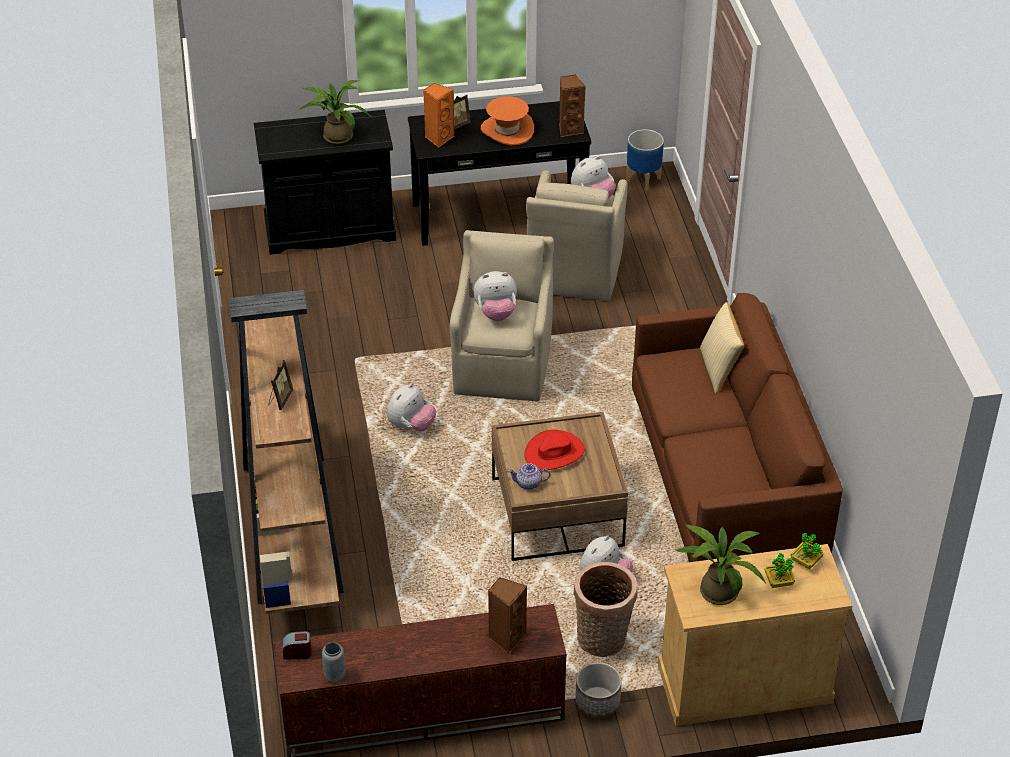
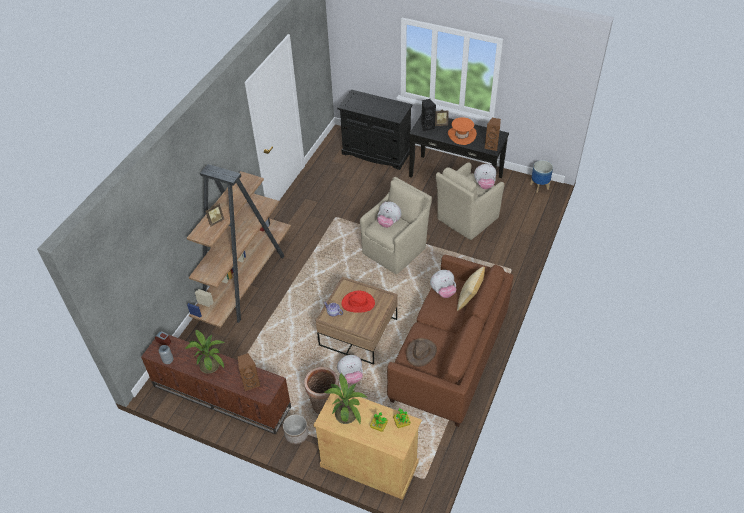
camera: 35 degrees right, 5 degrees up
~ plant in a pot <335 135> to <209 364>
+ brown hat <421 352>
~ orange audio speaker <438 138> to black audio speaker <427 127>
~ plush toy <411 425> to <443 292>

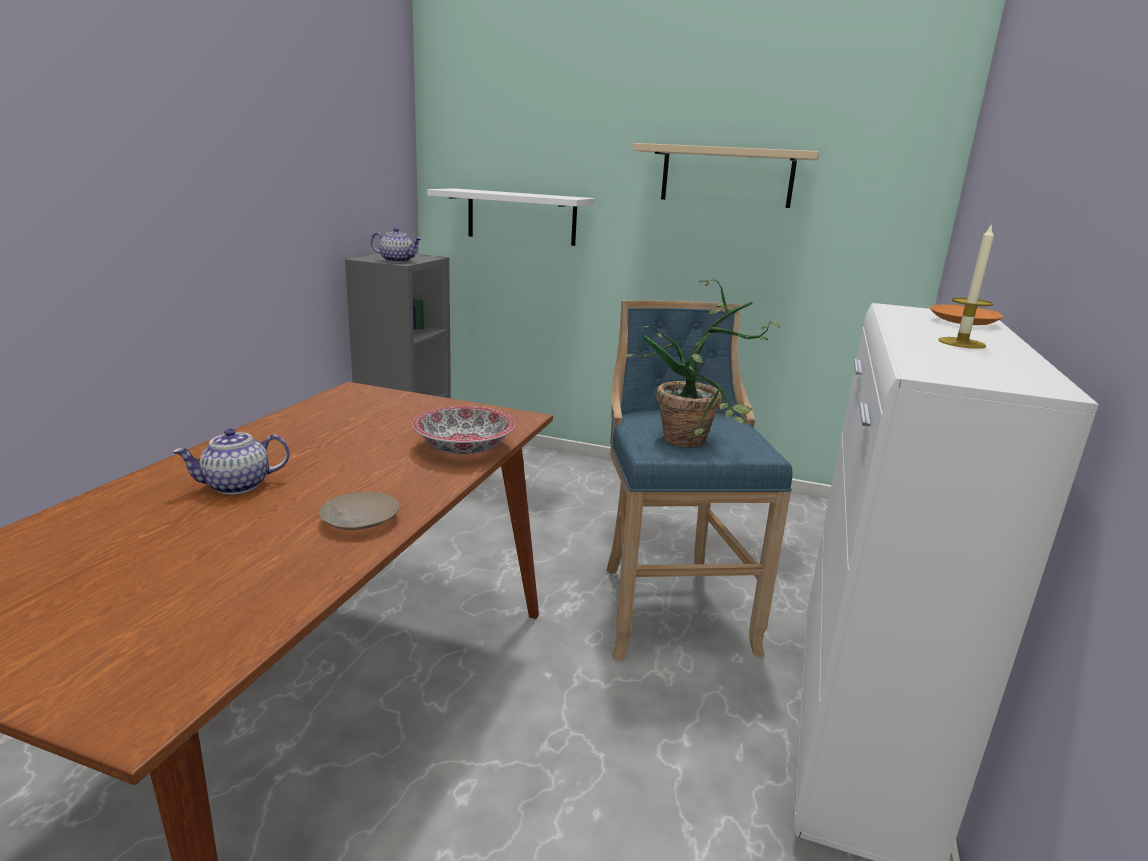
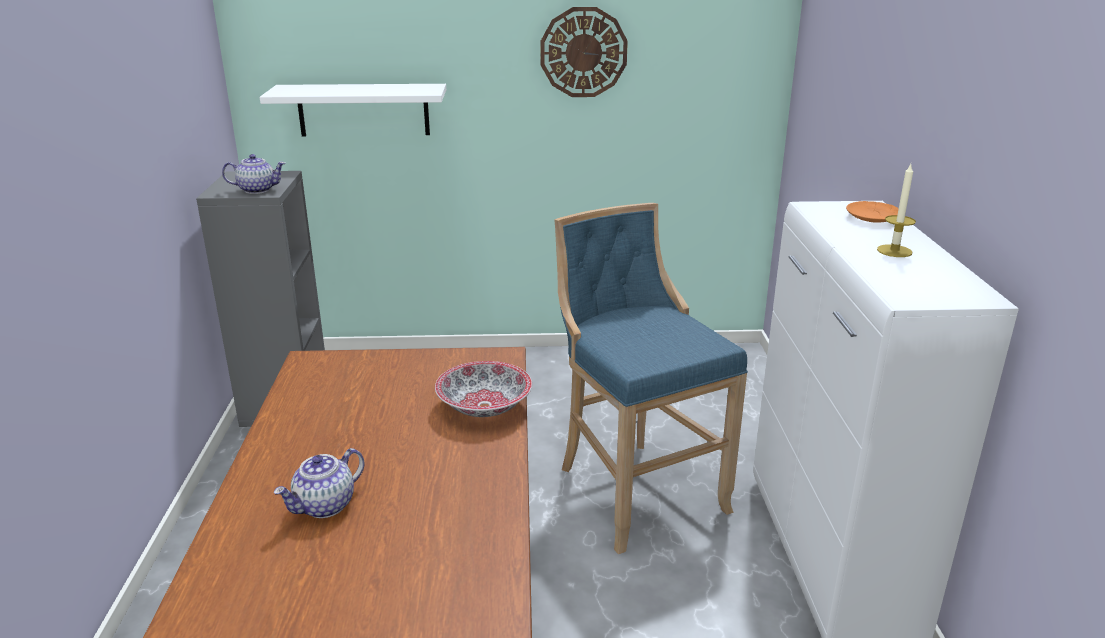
camera: 20 degrees left, 5 degrees up
~ beige bracket shelf <727 176> to clock on the wall <583 52>
- beige plate <359 520>
- plant in a pot <696 440>

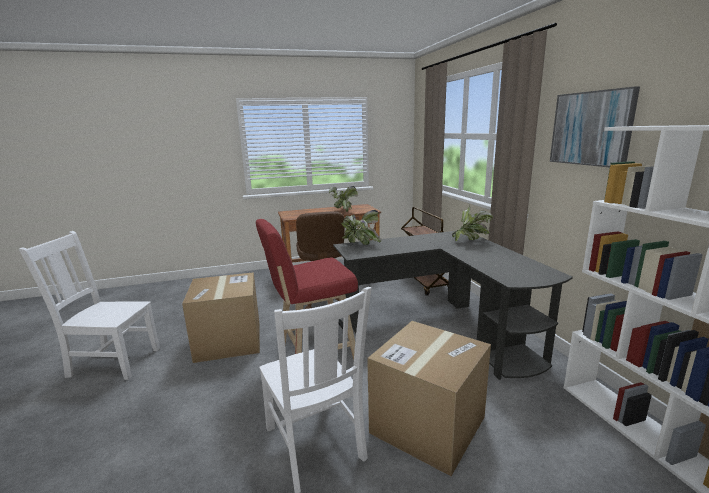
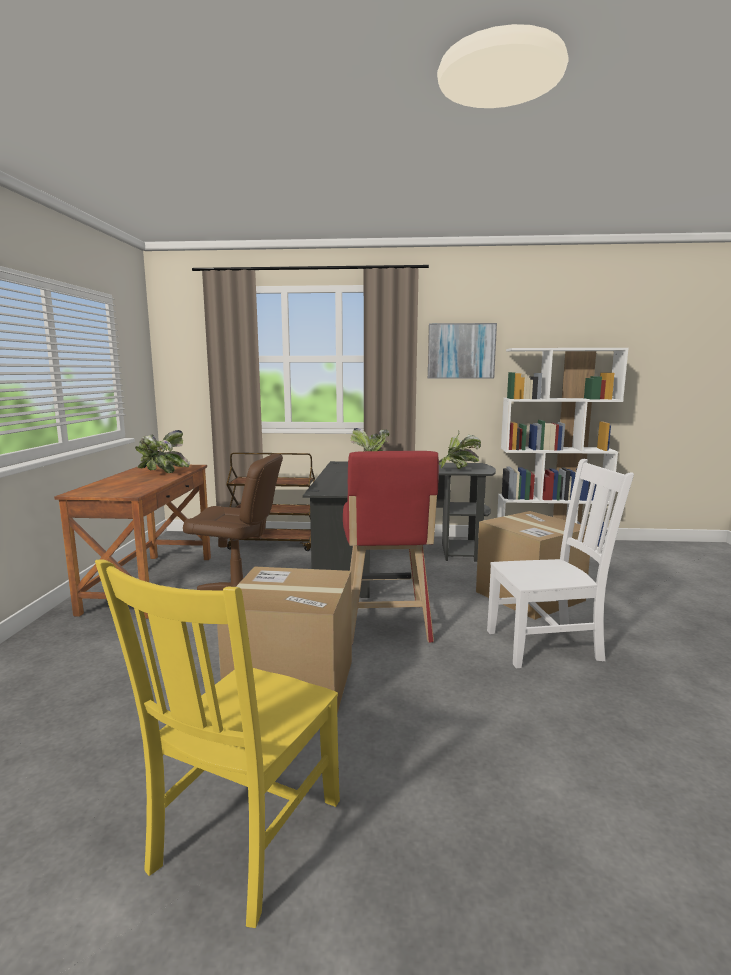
camera: 70 degrees left, 5 degrees down
~ whitish chair <112 362> to yellowish chair <244 838>
~ plant in a pot <360 245> to <459 470>

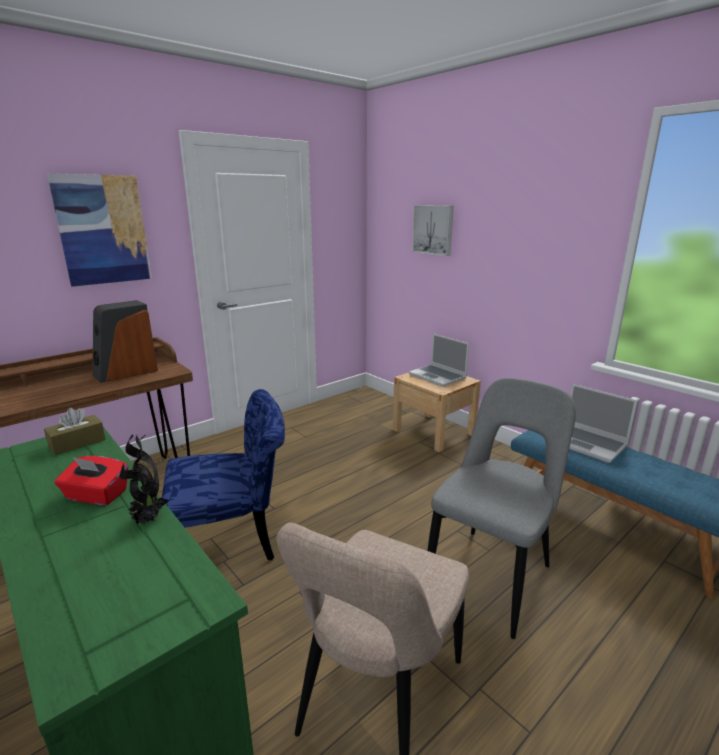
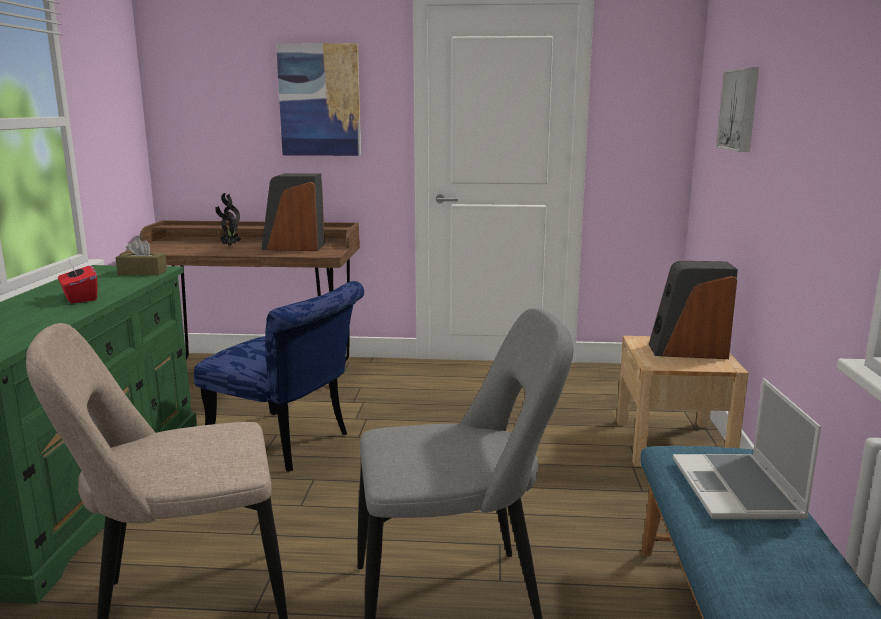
camera: 45 degrees right, 5 degrees down
~ plant in a pot <148 520> to <230 245>
~ portable computer <438 376> to audio speaker <688 351>

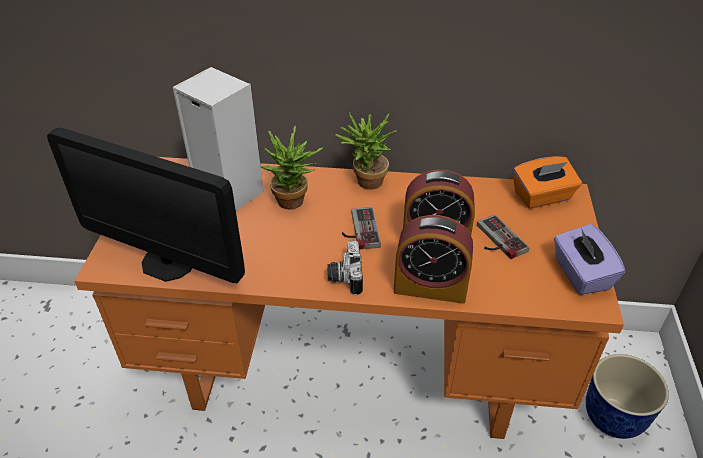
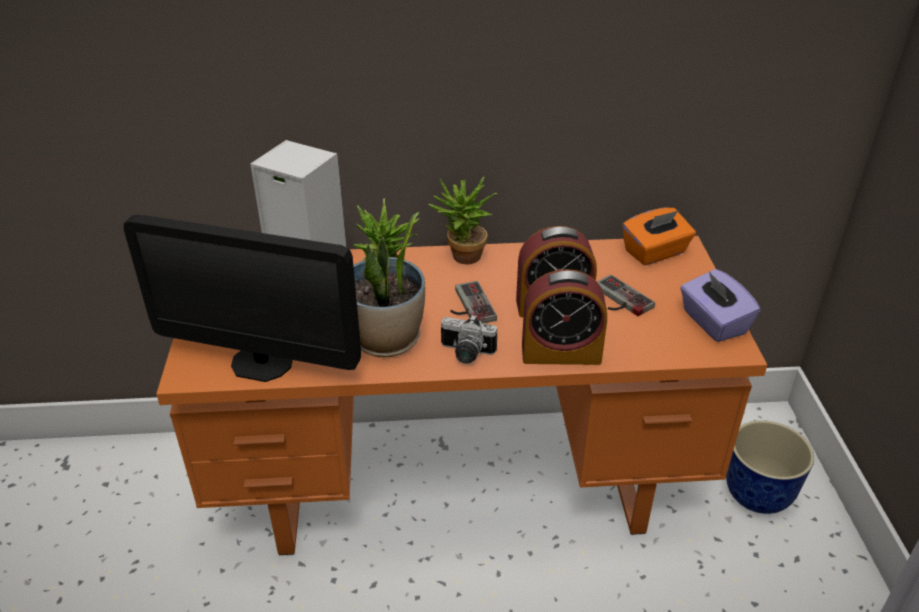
camera: 10 degrees left, 5 degrees down
+ plant in a pot <387 340>
~ still camera <344 277> = <465 354> 60 degrees counterclockwise

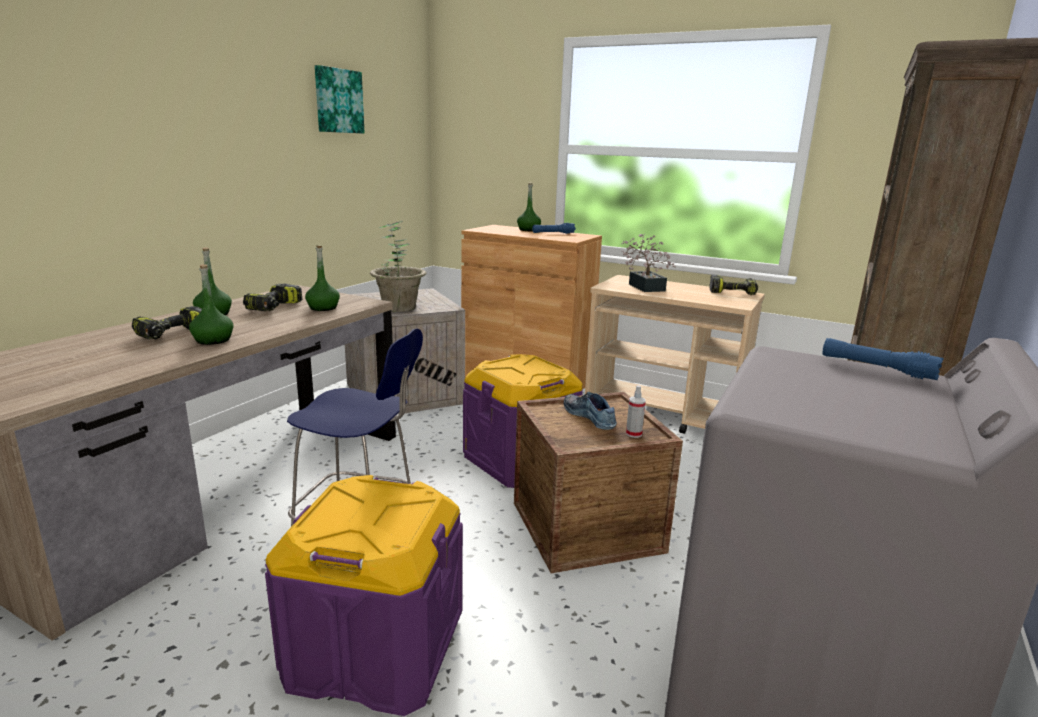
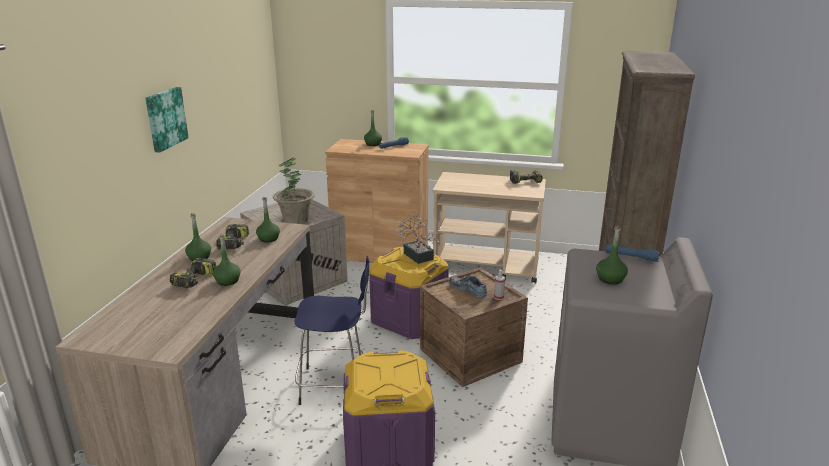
camera: 15 degrees left, 5 degrees up
~ picture <338 101> to <165 118>
~ plant in a pot <645 286> to <416 254>
+ greenish drink bottle <610 279>

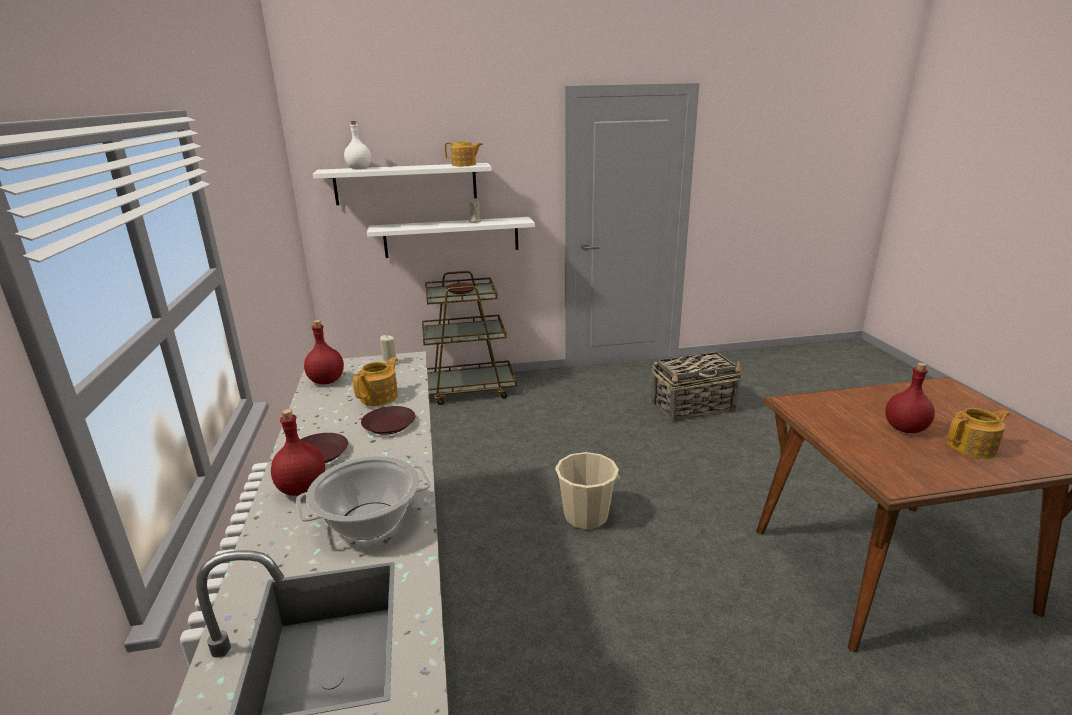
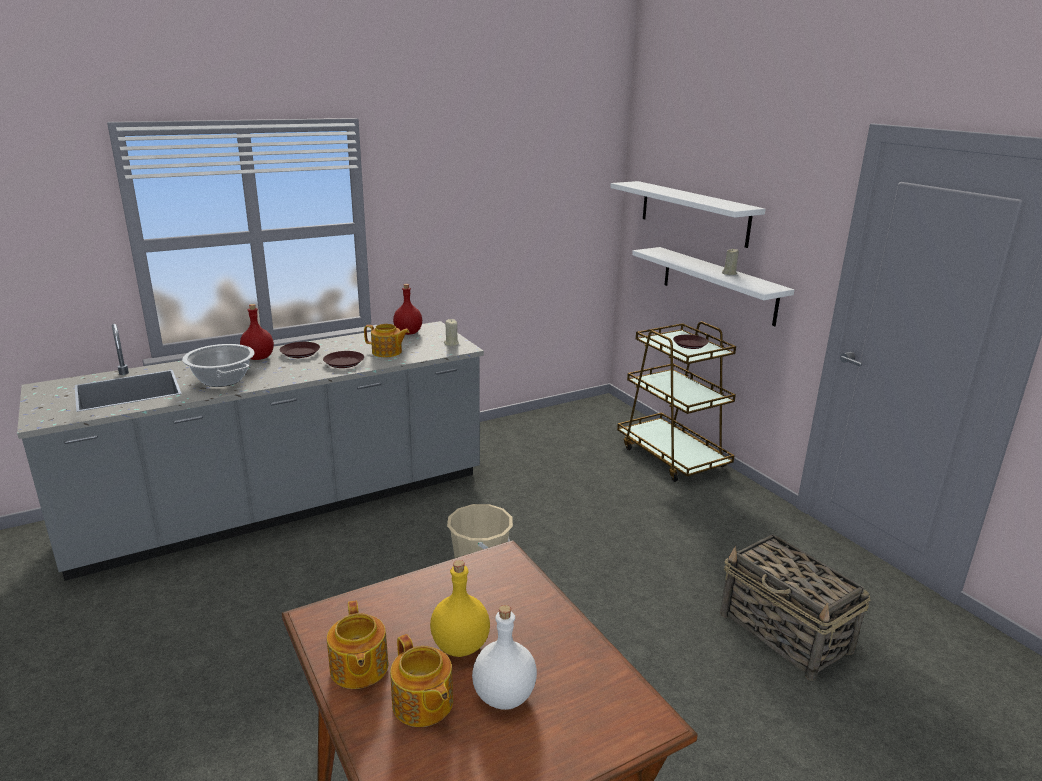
camera: 70 degrees right, 0 degrees up
~ teapot <464 165> to <358 668>
~ red-coloured drink bottle <905 429> to yellowish drink bottle <459 646>
~ whitish drink bottle <358 169> to <503 695>

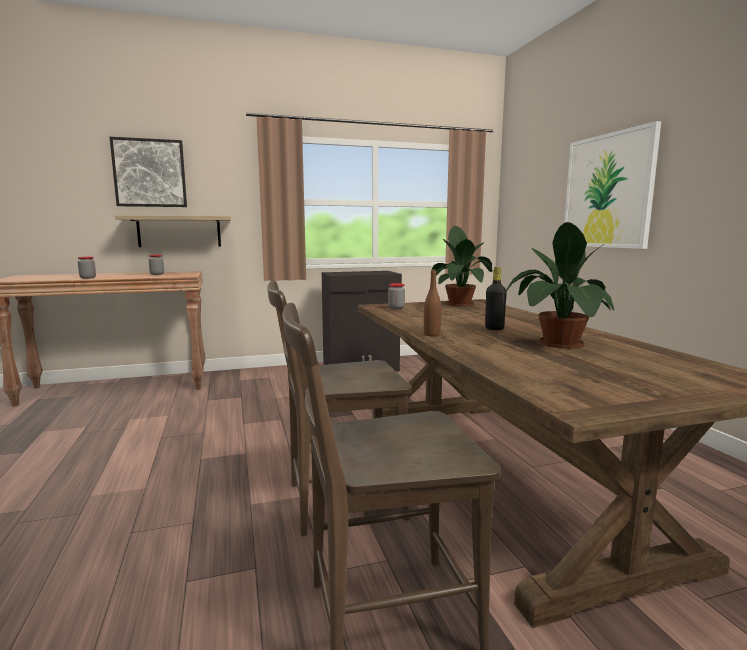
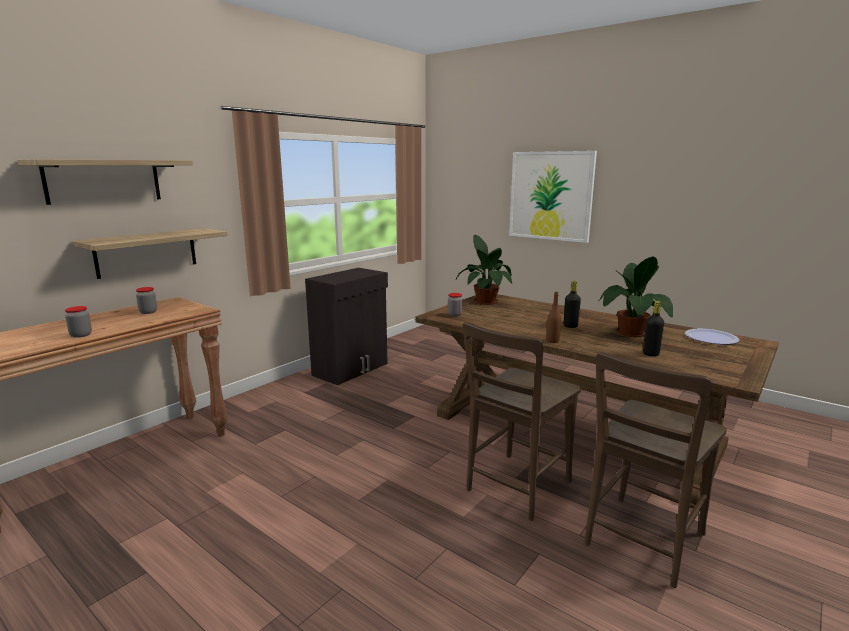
camera: 35 degrees left, 5 degrees up
~ picture <150 173> to bracket shelf <104 181>
+ black drink bottle <651 354>
+ plate <711 338>

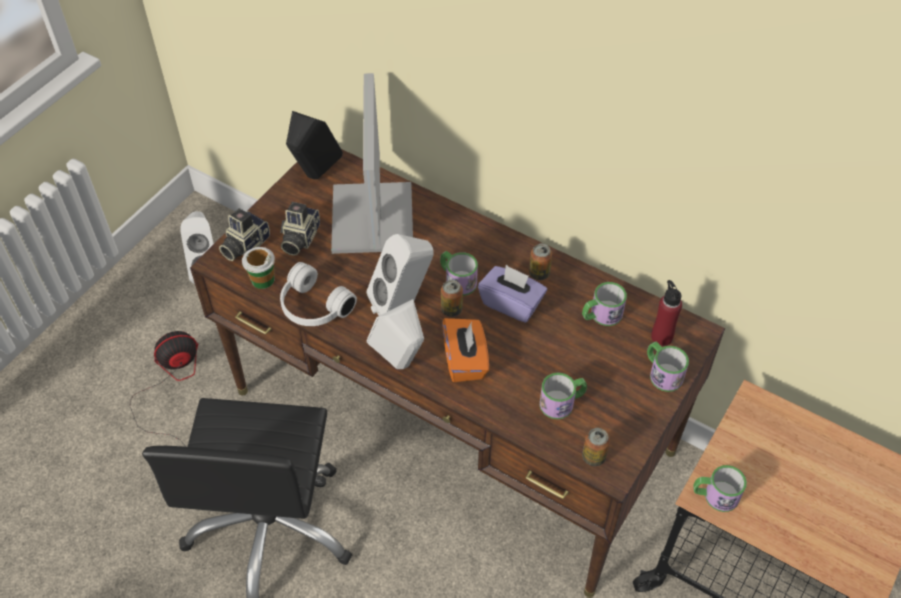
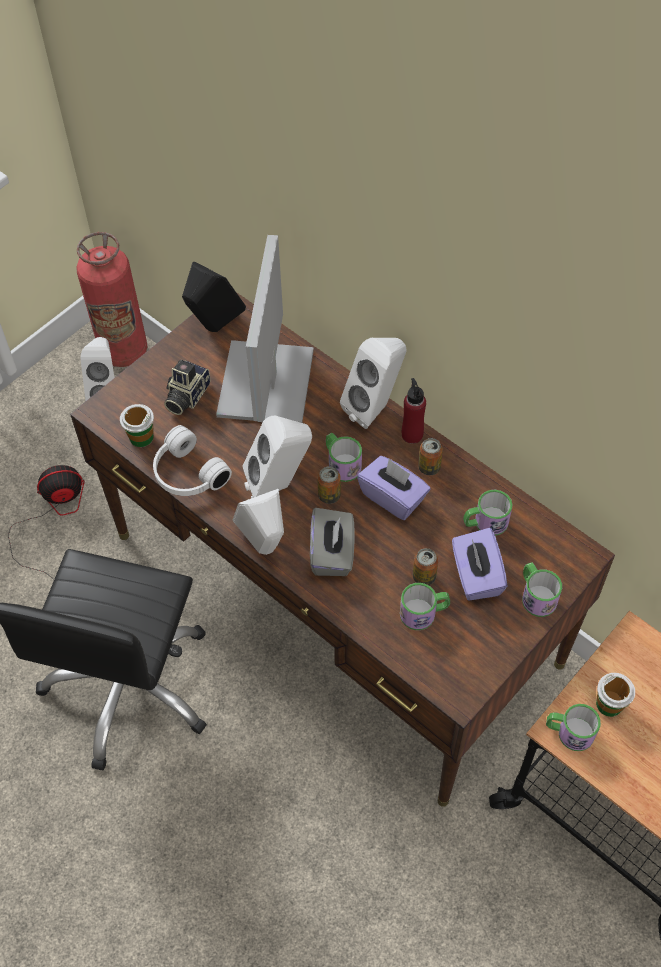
camera: 10 degrees right, 5 degrees up
+ fire extinguisher <124 351>
~ orange box of tissues <465 361> to gray box of tissues <332 553>
+ whitish audio speaker <375 408>
~ red-coloured drink bottle <661 337> to <412 434>
~ metal can <593 457> to <424 576>
+ purplish box of tissues <476 576>
+ small cup <609 704>
- still camera <244 245>

